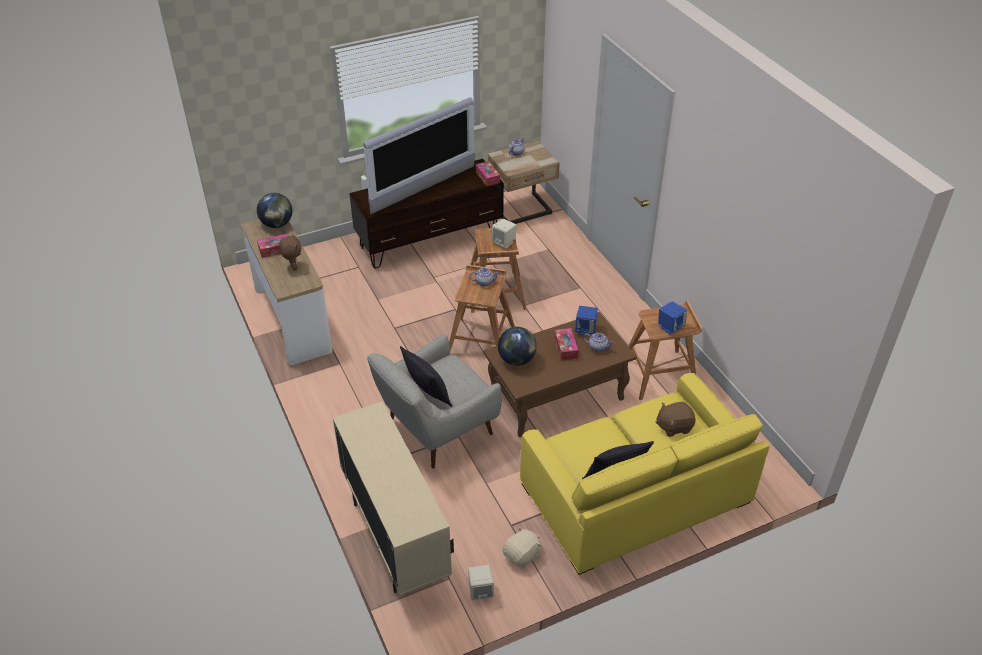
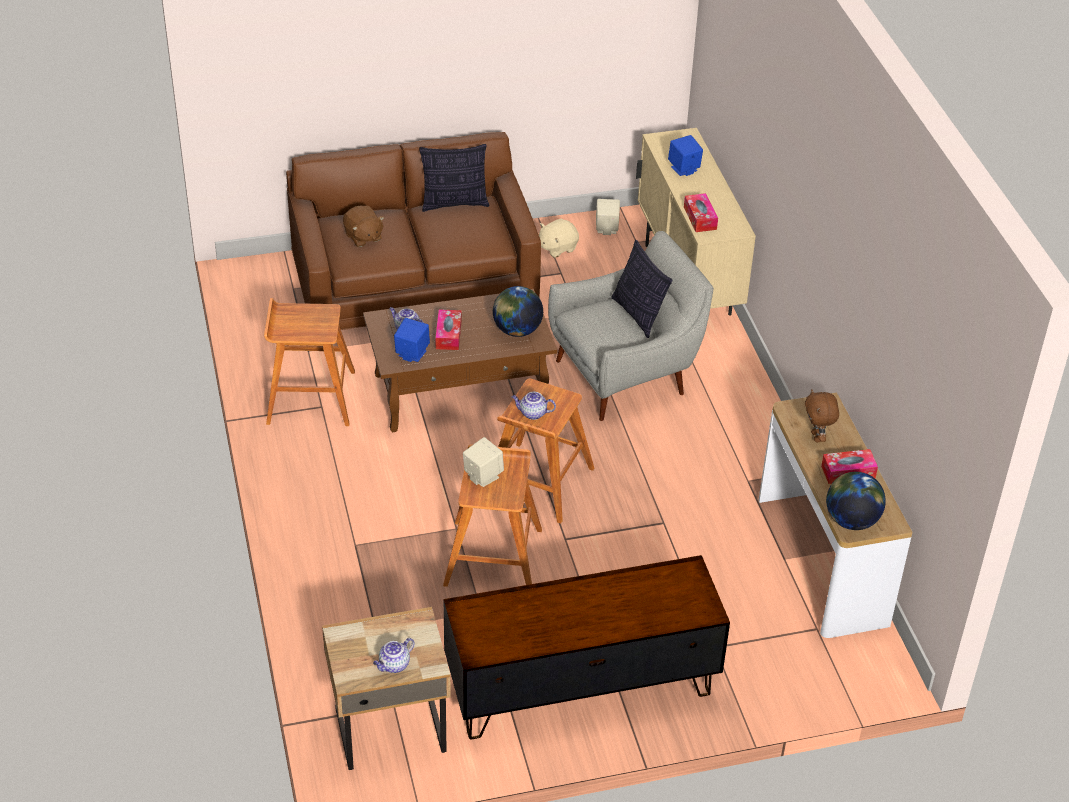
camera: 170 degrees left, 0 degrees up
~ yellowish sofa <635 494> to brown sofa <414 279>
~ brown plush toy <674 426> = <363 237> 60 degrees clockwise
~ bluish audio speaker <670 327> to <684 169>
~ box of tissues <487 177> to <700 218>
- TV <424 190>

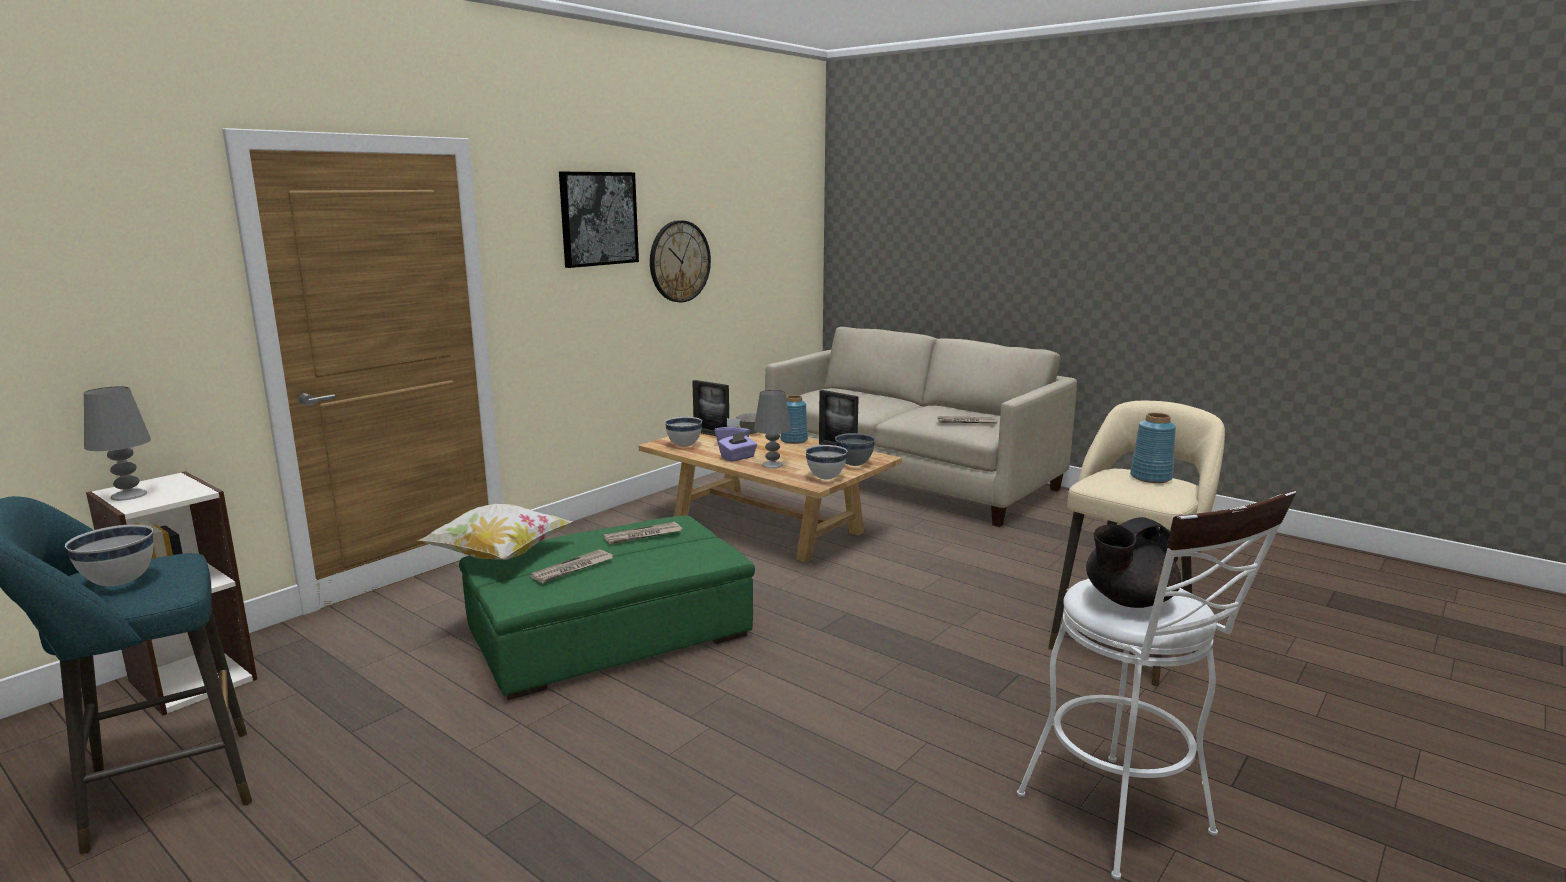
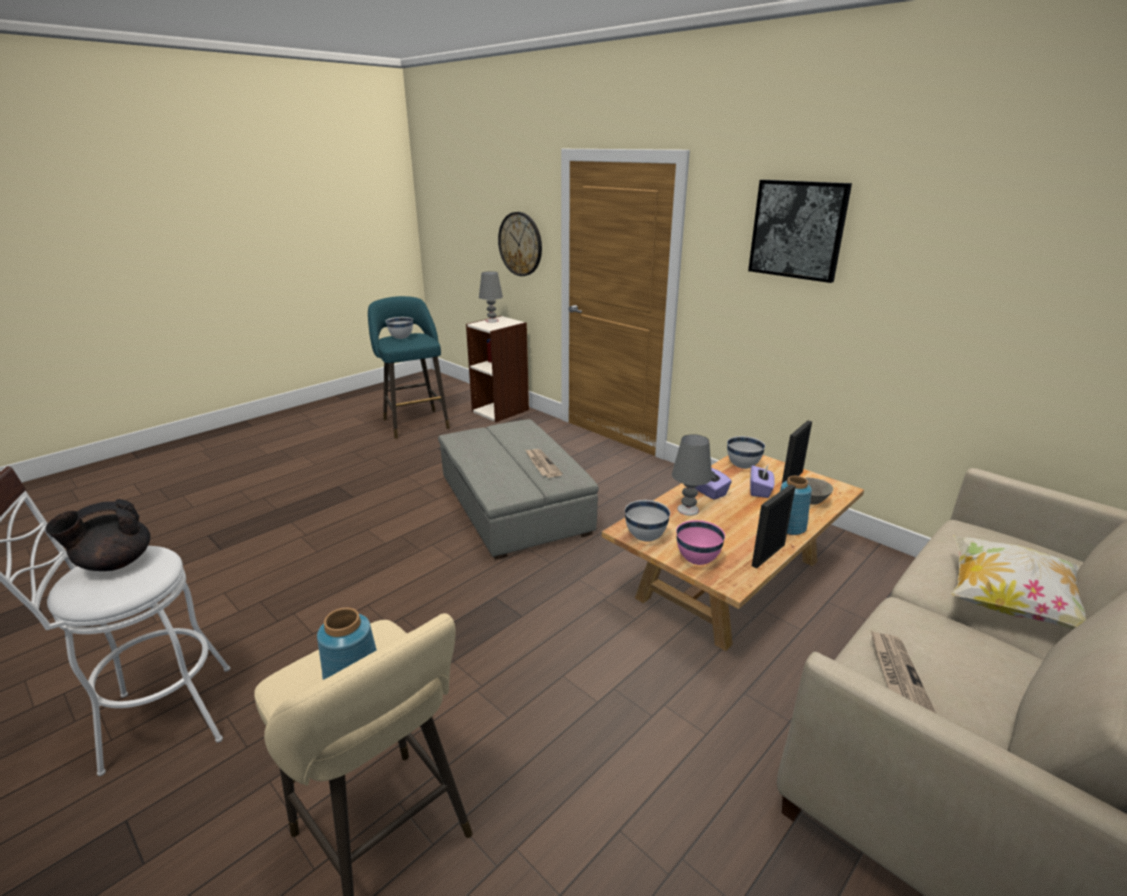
camera: 95 degrees right, 10 degrees up
~ black teapot <1128 600> = <114 563> 105 degrees counterclockwise
~ greenish ottoman <609 634> to gray ottoman <514 505>
~ clock on the wall <679 261> to <520 244>
~ gray bowl <854 465> to pink bowl <697 560>
~ pillow <499 556> to <1008 603>
- daily paper <572 569>

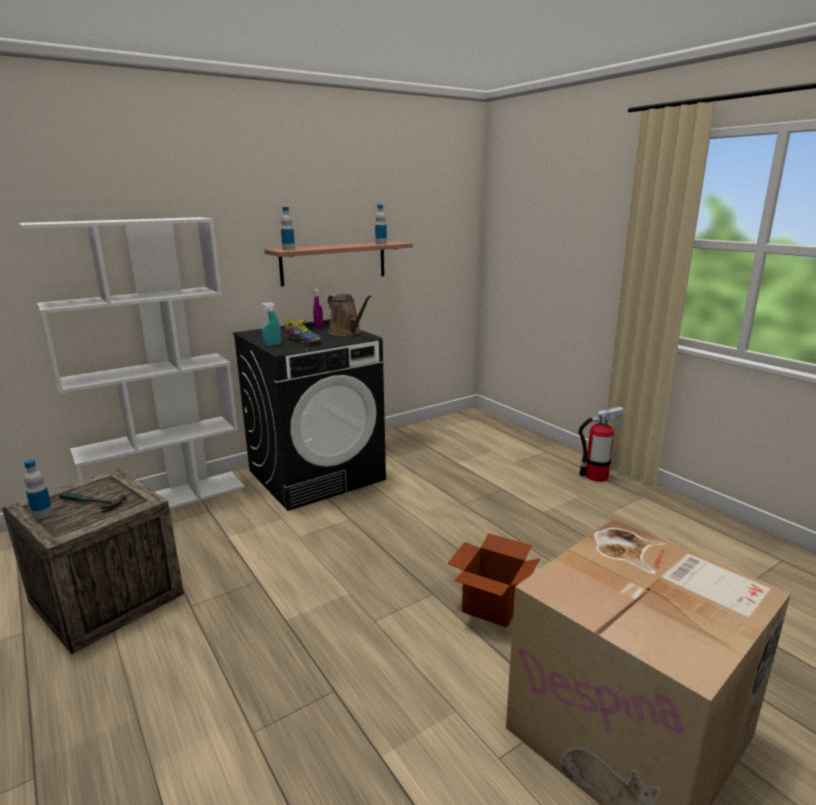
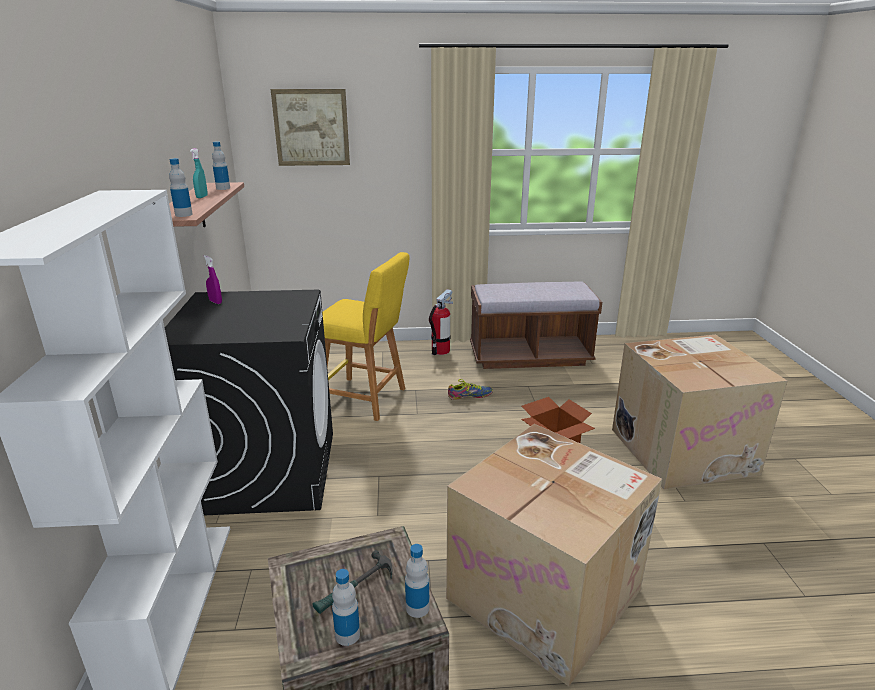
camera: 60 degrees left, 5 degrees up
~ turquoise-coloured spray bottle <272 345> to <202 197>
+ picture <311 127>
+ yellowish stool <366 399>
+ drink bottle <417 607>
+ cardboard box <547 594>
~ low shoe <303 340> to <469 395>
+ brown long seat <529 356>
- brown sprinkling can <347 332>

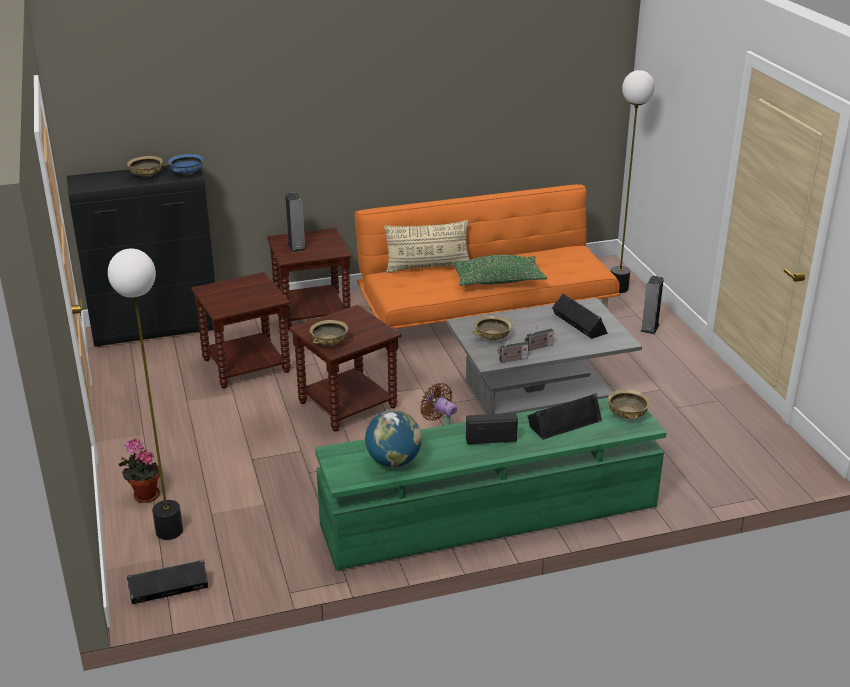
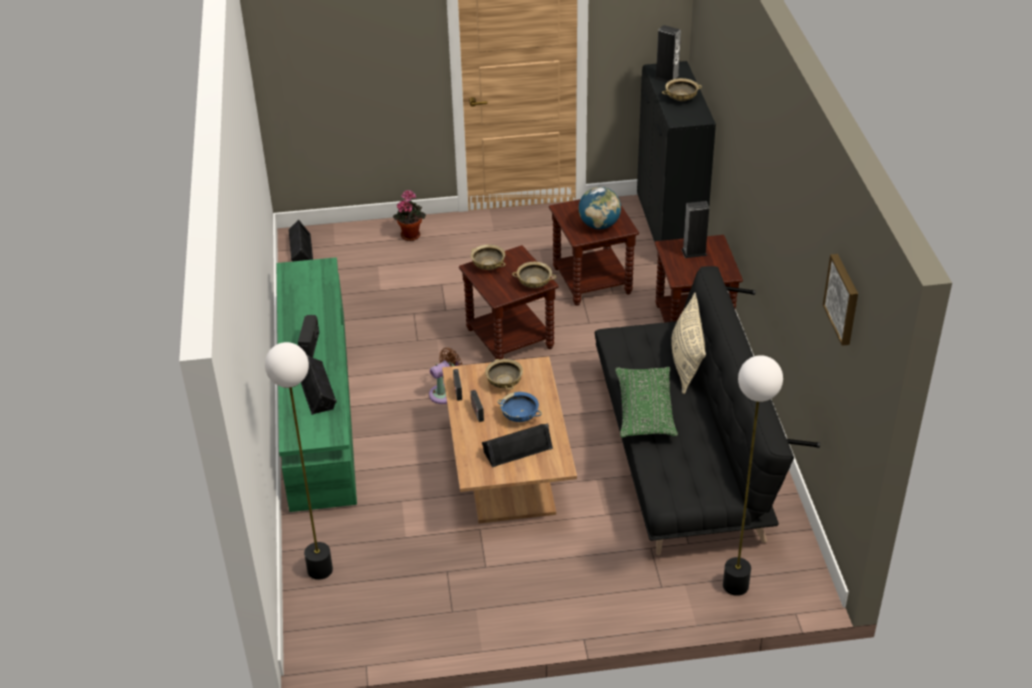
camera: 100 degrees right, 10 degrees up
~ standing lamp <169 530> to <320 569>
~ gray coffee table <538 389> to brown coffee table <508 469>
~ bluish bowl <187 173> to <519 416>
~ beige bowl <627 414> to <534 283>
~ world globe <393 461> to <599 225>
~ orange sofa <485 312> to black sofa <682 451>
~ audio speaker <649 328> to <667 78>
+ picture <843 299>

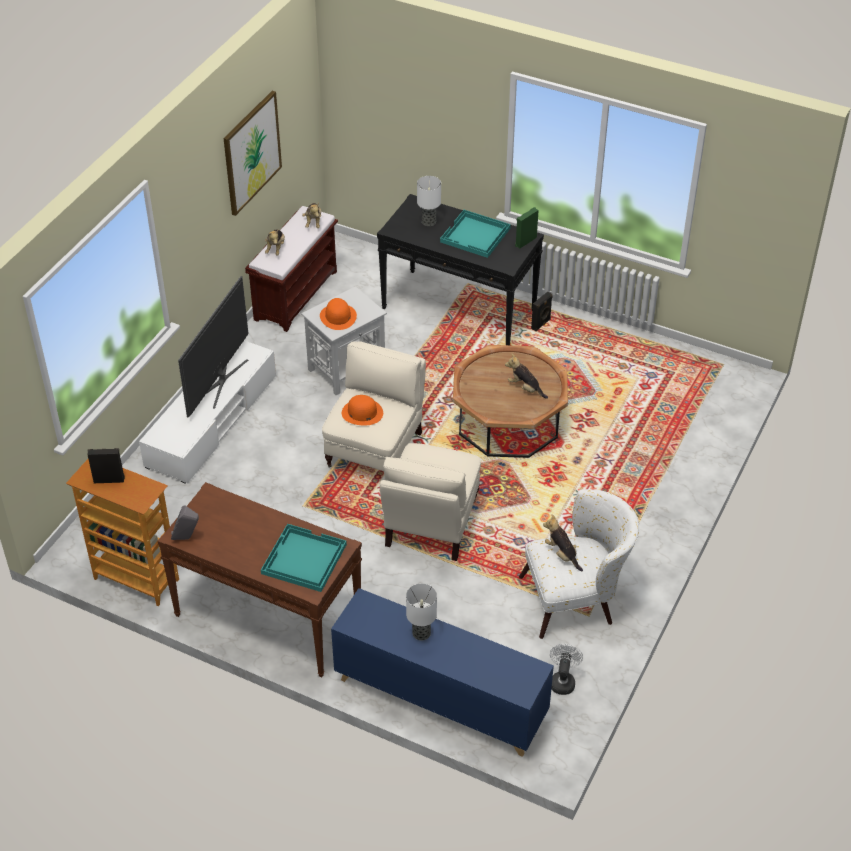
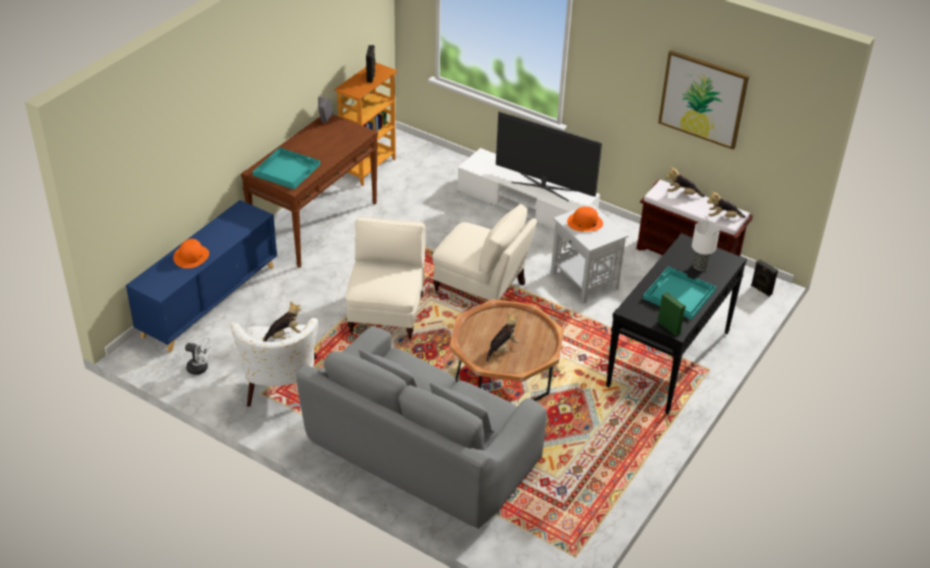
camera: 95 degrees right, 5 degrees down
~ orange hat <362 413> to <191 256>
+ gray sofa <422 456>
~ beige easy chair <430 524> = <387 313> 75 degrees clockwise
~ black audio speaker <541 324> to <761 290>
- tabletop lamp <421 633>

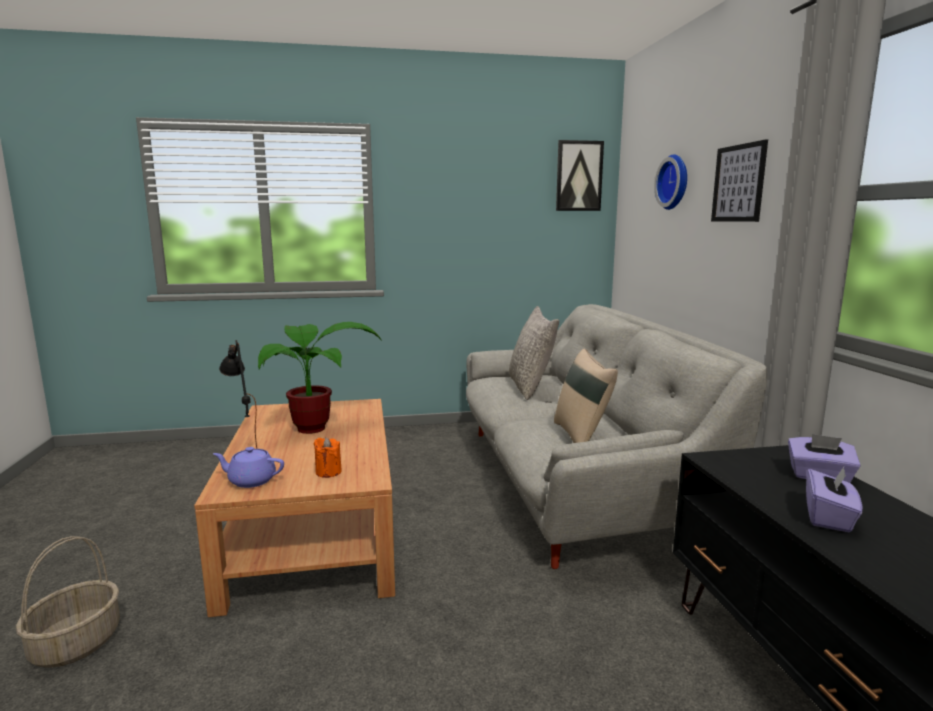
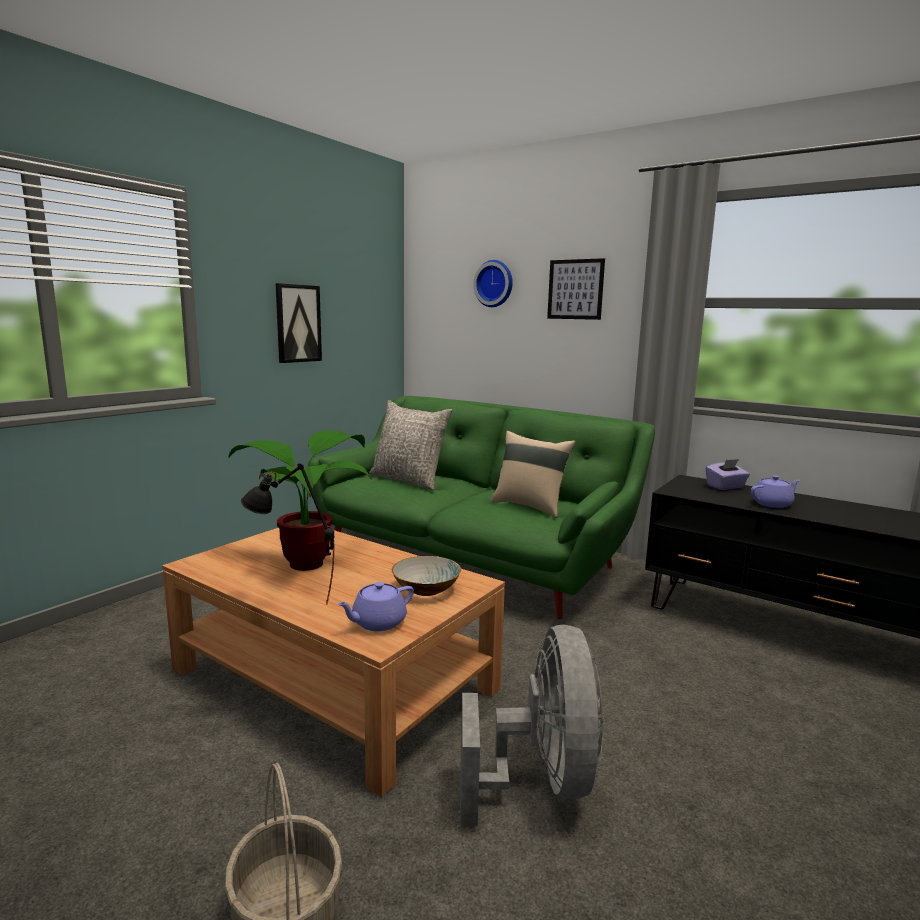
camera: 45 degrees left, 0 degrees up
~ picture <579 176> to <298 323>
~ gray sofa <572 482> to greenish sofa <471 558>
~ orange candle <328 472> to bowl <426 589>
+ gray electric fan <541 780>
~ purplish box of tissues <829 517> to purplish teapot <772 504>

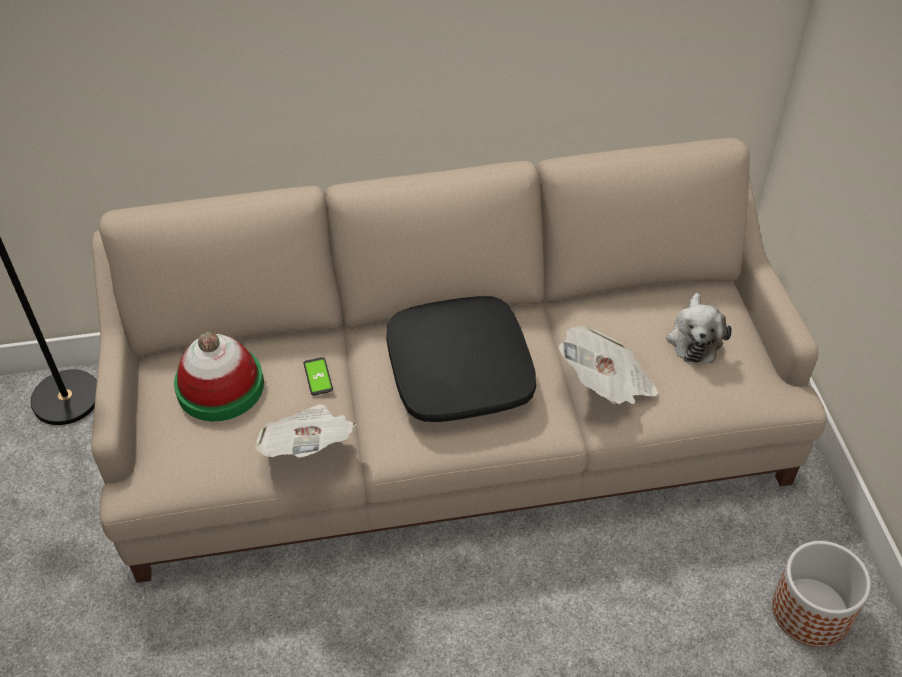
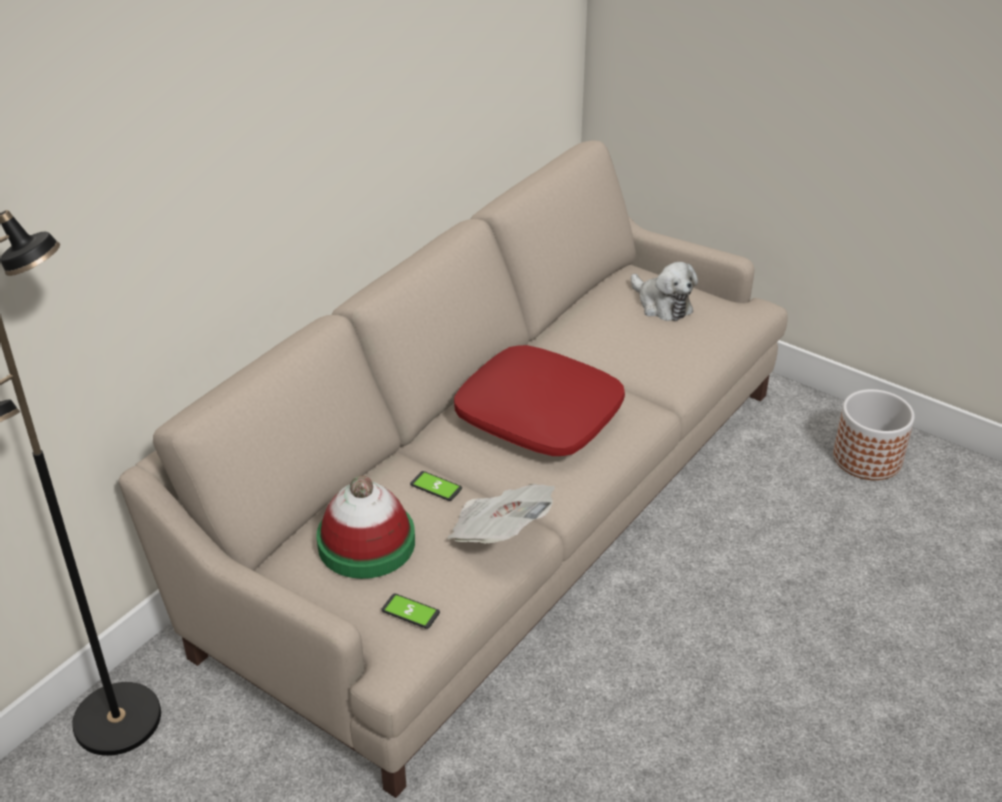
camera: 45 degrees left, 10 degrees down
+ telephone <410 612>
~ black pillow <458 371> to red-coloured pillow <538 416>
- daily paper <606 384>

